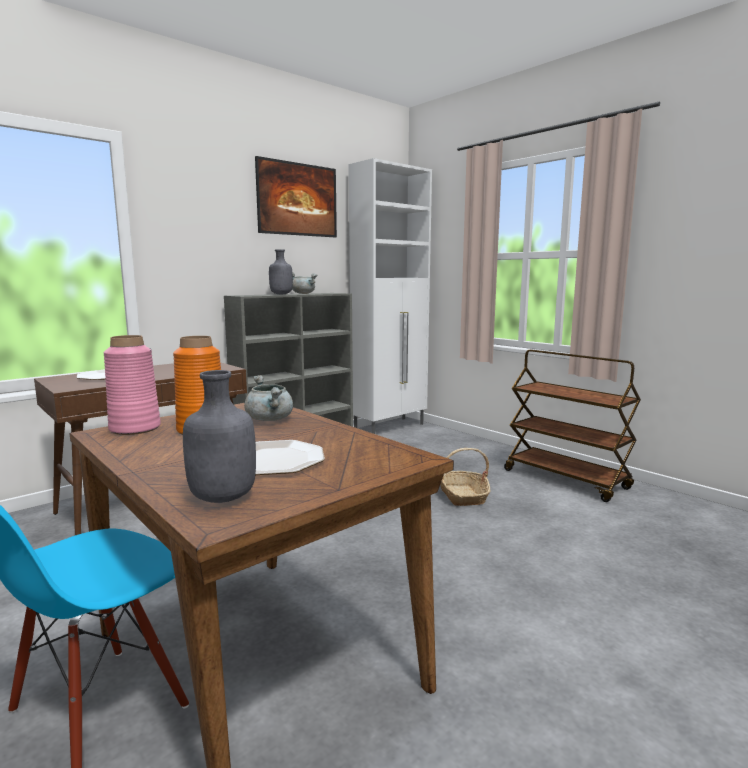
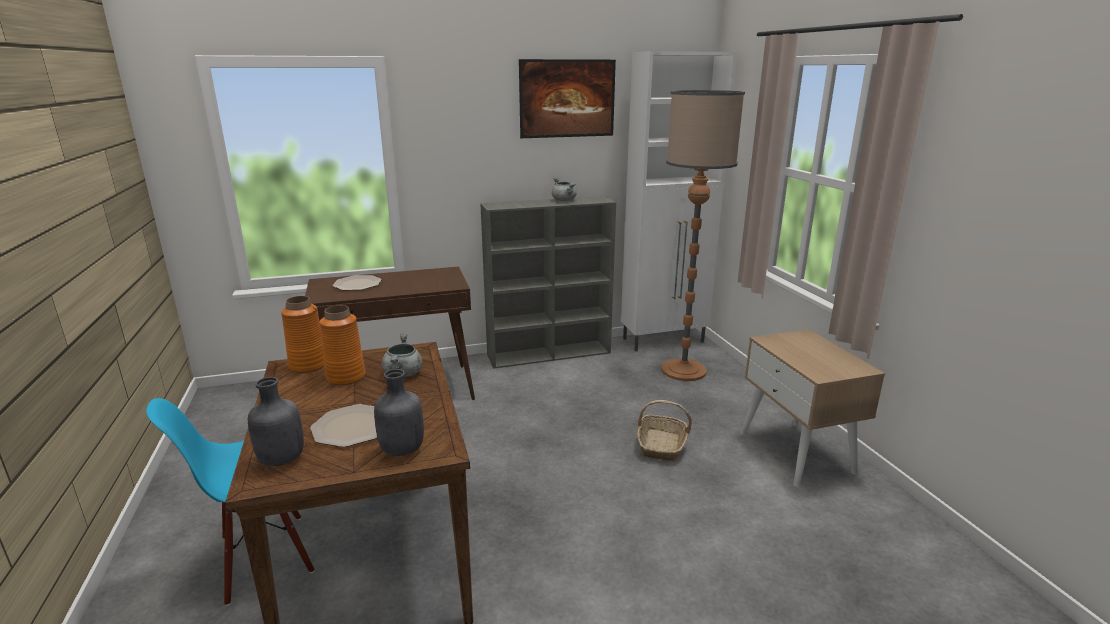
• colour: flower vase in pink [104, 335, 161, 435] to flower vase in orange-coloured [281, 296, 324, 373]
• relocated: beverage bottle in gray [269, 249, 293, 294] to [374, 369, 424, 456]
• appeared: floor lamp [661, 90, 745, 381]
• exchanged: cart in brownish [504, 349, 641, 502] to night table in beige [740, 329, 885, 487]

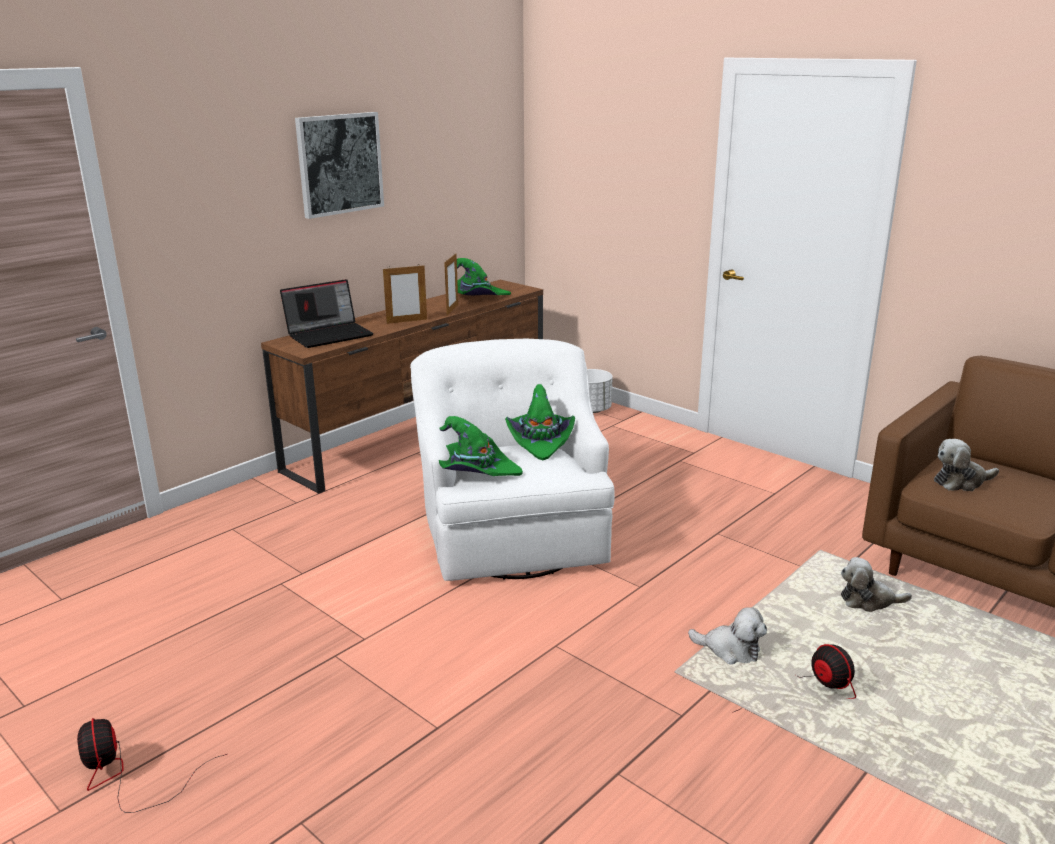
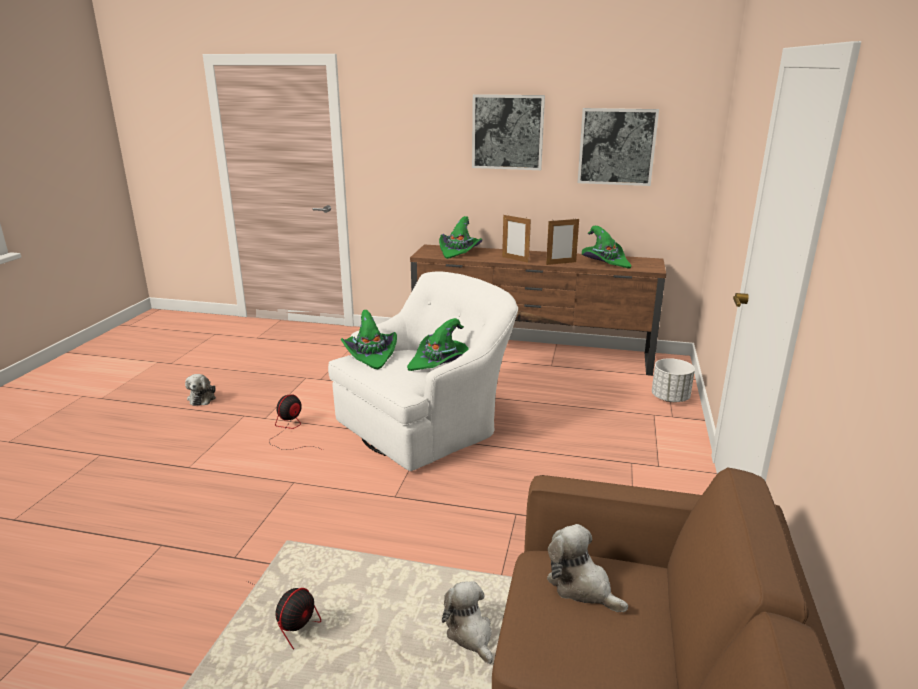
• relocated: cuddly toy [688, 607, 767, 664] to [185, 374, 216, 406]
• relocated: cooling fan [77, 718, 227, 813] to [269, 394, 323, 450]
• exchanged: laptop [280, 279, 374, 348] to clothing hat in greenish [439, 216, 482, 259]
• appeared: wall picture [578, 108, 659, 186]

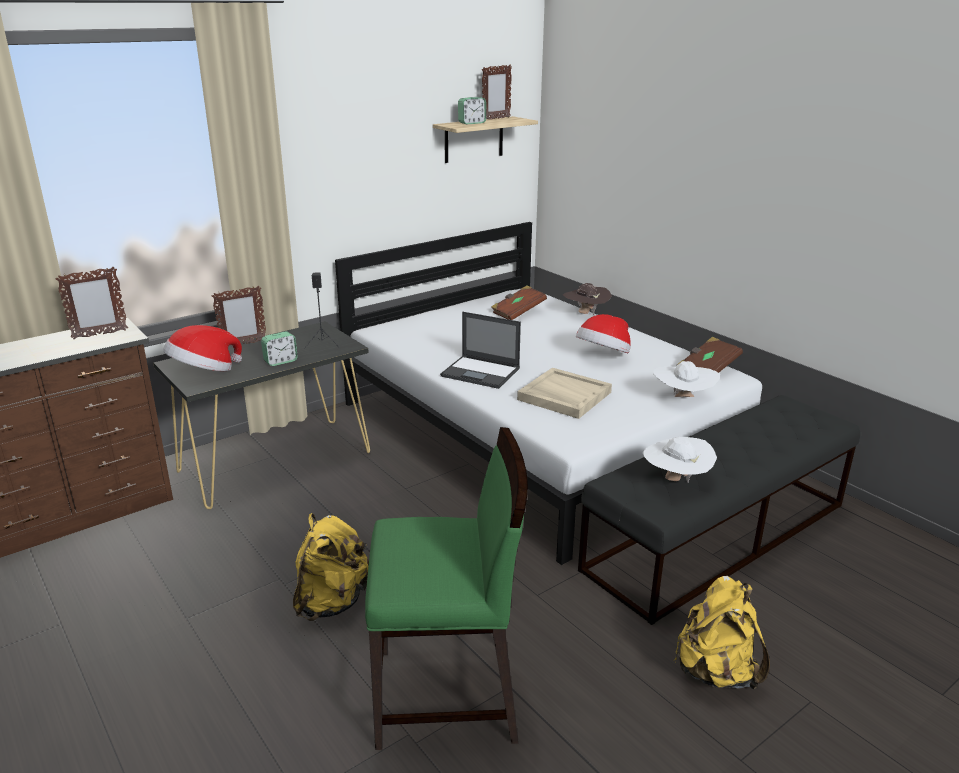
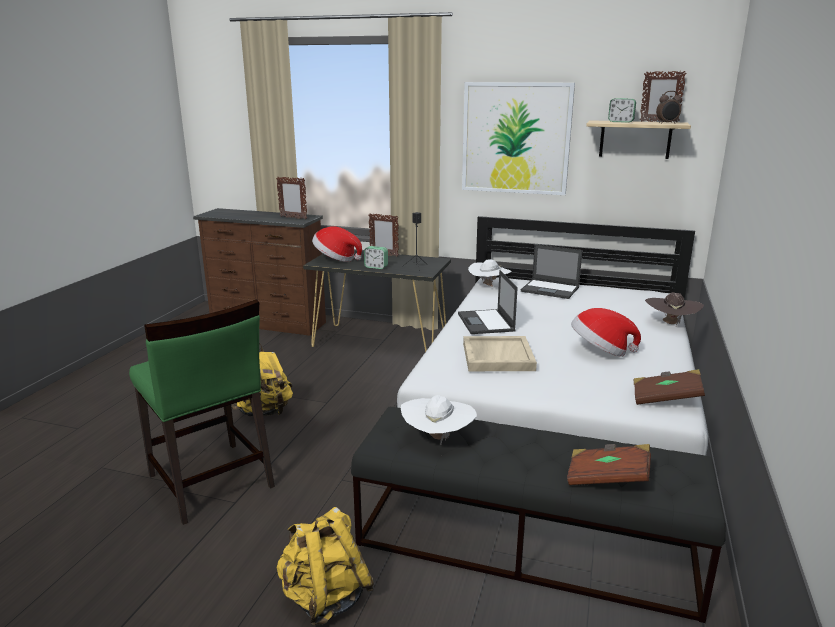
• appeared: wall picture [462, 82, 575, 195]
• relocated: clothing hat in white [653, 361, 720, 397] to [468, 259, 511, 287]
• appeared: laptop [521, 244, 583, 299]
• relocated: bound book in brownish [491, 285, 547, 320] to [567, 444, 651, 485]
• appeared: bedside clock [656, 91, 682, 124]

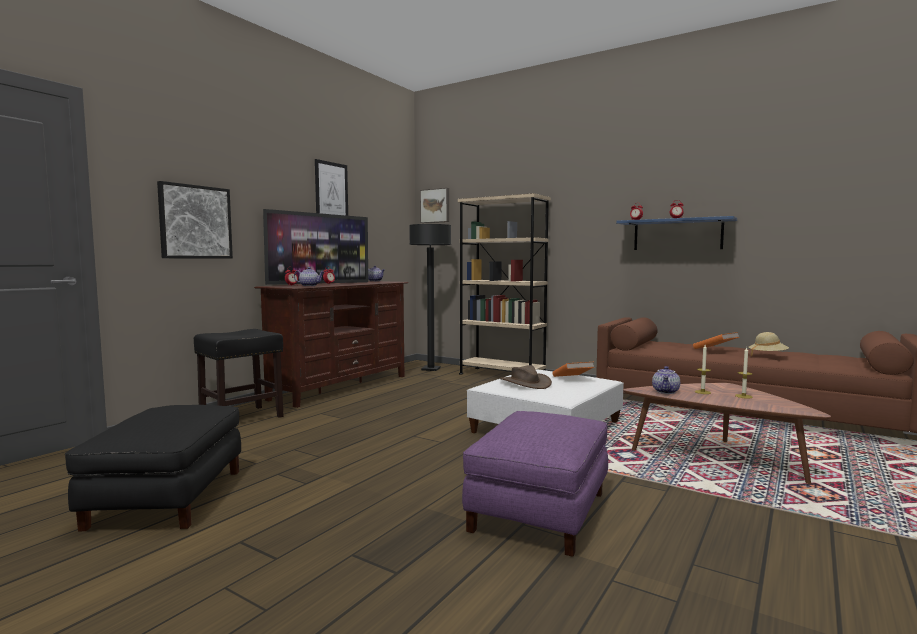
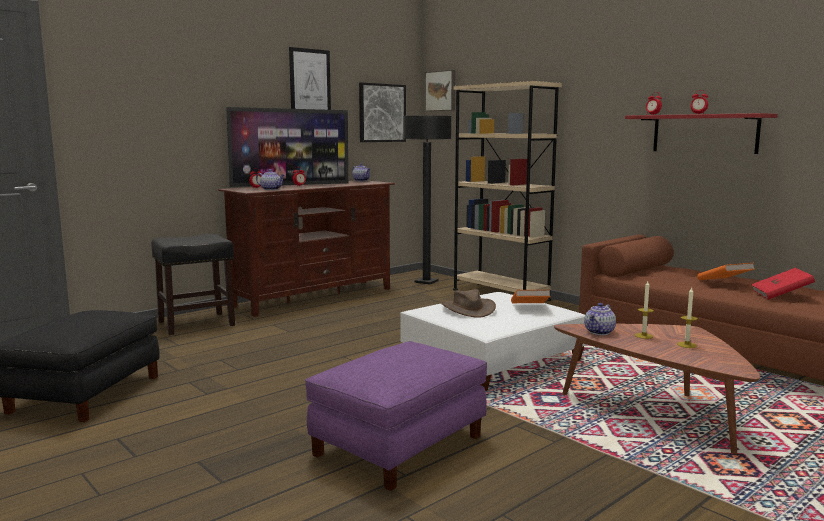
• relocated: wall picture [157, 181, 233, 259] to [359, 82, 406, 142]
• colour: shelf in blue-coloured [616, 216, 737, 250] to shelf in reddish [625, 113, 778, 154]
• exchanged: clothing hat in beige [749, 332, 789, 356] to bound book in reddish [751, 268, 815, 300]

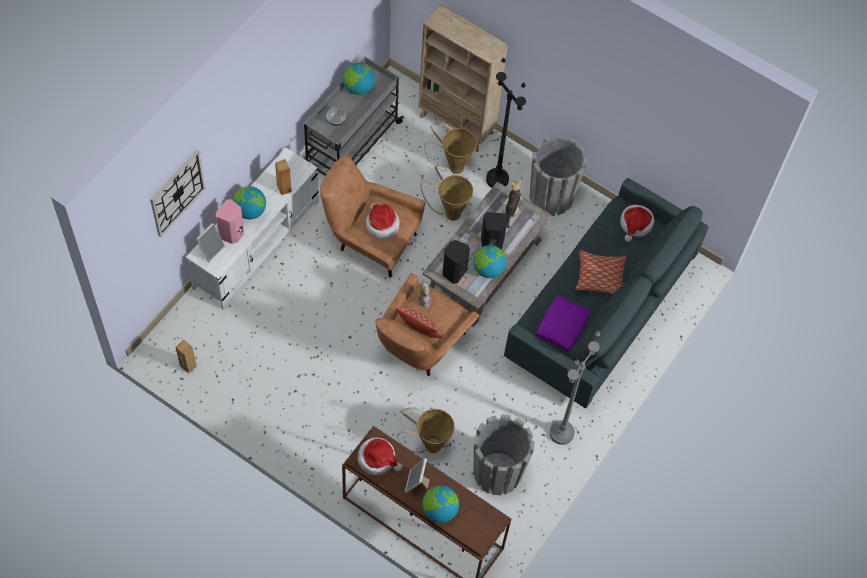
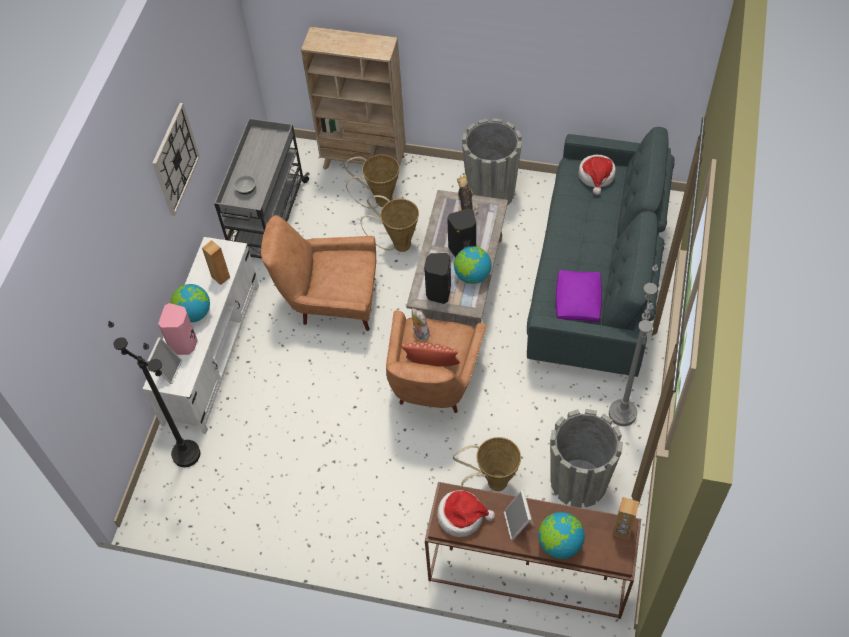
• relocated: floor lamp in blackish [486, 58, 526, 188] to [108, 321, 200, 467]
• relocated: wall clock [150, 150, 205, 237] to [152, 103, 200, 216]
• relocated: loudspeaker in brownish [176, 340, 197, 374] to [613, 497, 639, 540]
• missing: desk globe [343, 63, 375, 95]
• missing: clothing hat [366, 203, 400, 239]
• missing: cushion [575, 251, 626, 294]

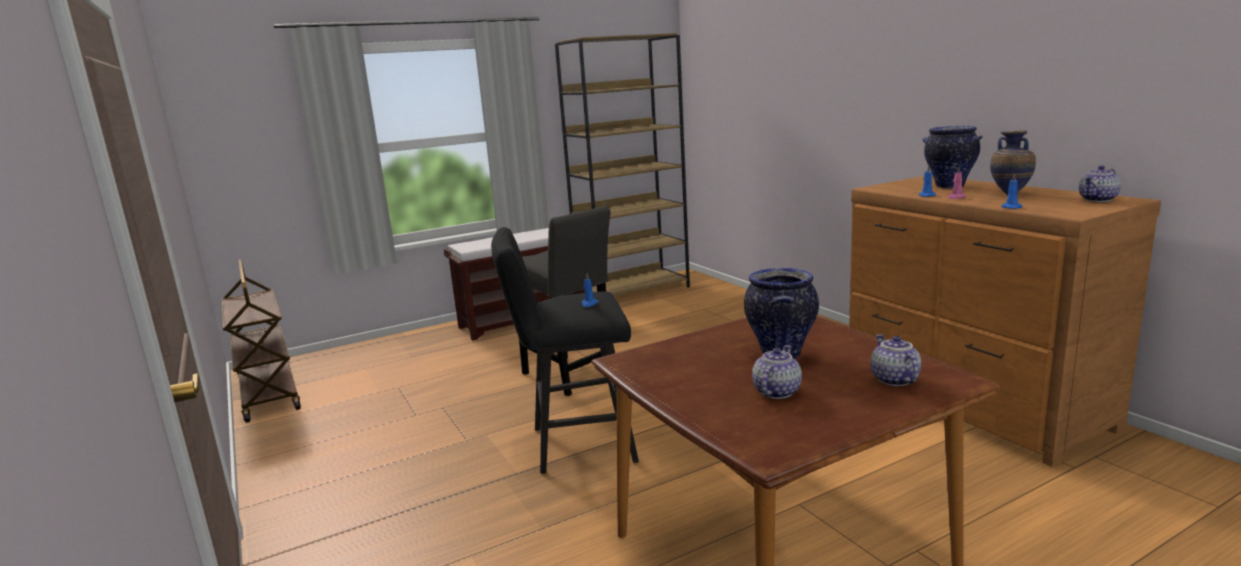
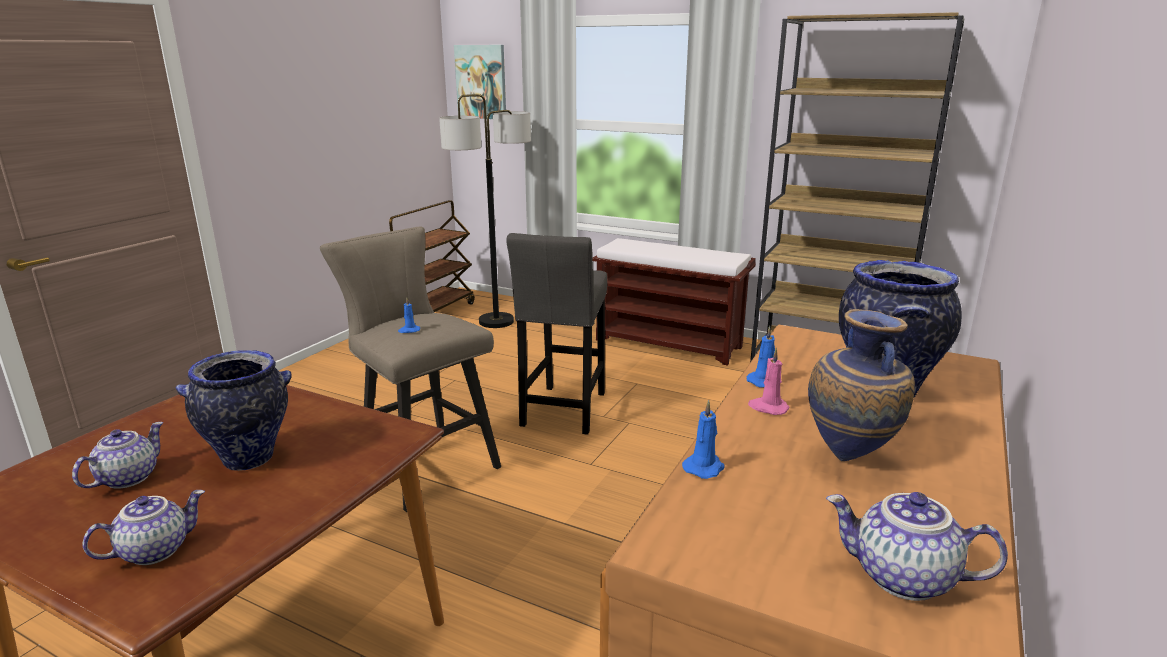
• spun: pot for tea [752, 345, 802, 399] = [72, 422, 163, 489] 60 degrees counterclockwise
• colour: stool seat in blackish [491, 227, 639, 474] to stool seat in beige [320, 226, 501, 512]
• appeared: floor lamp [439, 94, 531, 328]
• appeared: wall picture [454, 45, 506, 119]

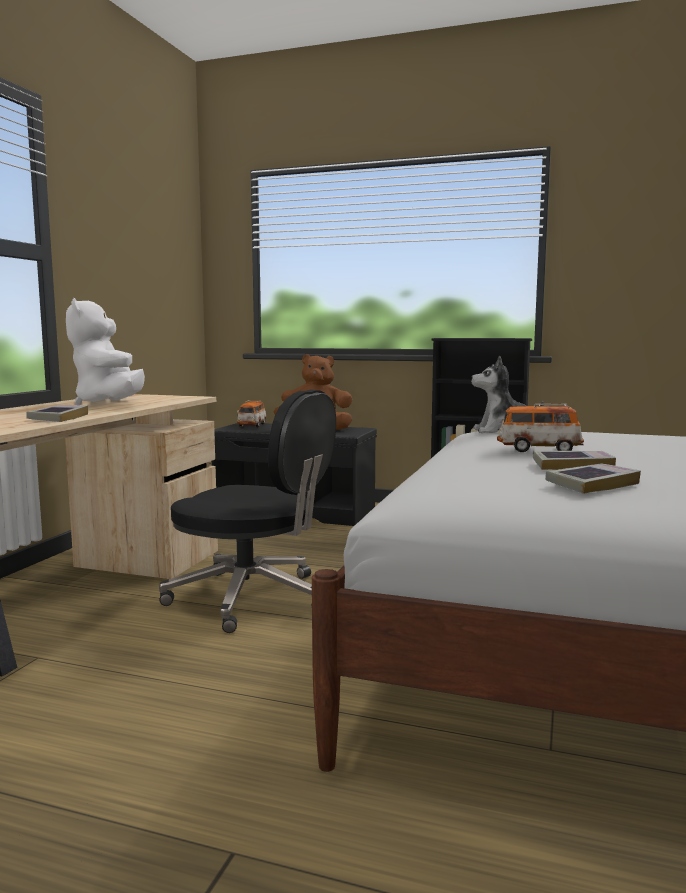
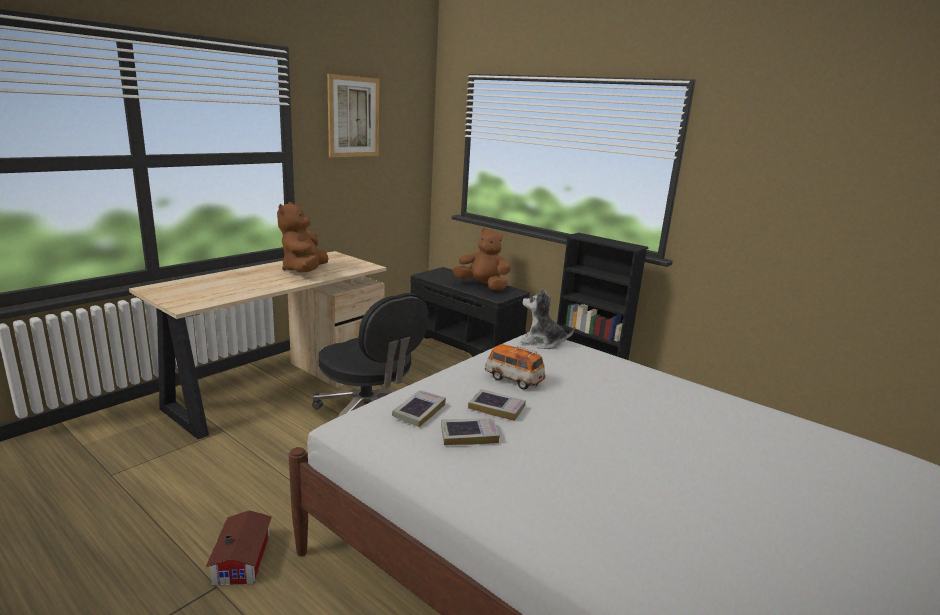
• appeared: toy house [206, 510, 272, 585]
• colour: cuddly toy in white [66, 298, 145, 405] to cuddly toy in brownish [277, 202, 329, 272]
• appeared: wall picture [327, 74, 379, 157]
• relocated: bound book [26, 405, 88, 422] to [392, 390, 446, 427]
• missing: miniature car [237, 400, 267, 427]

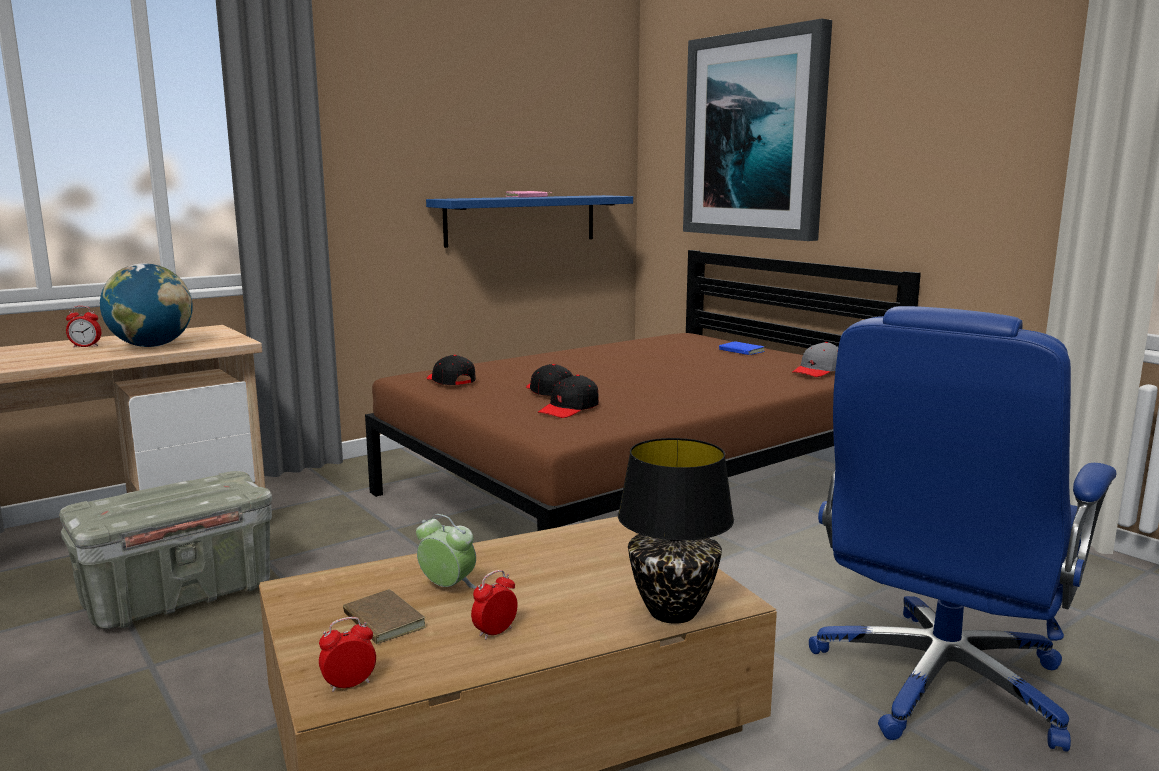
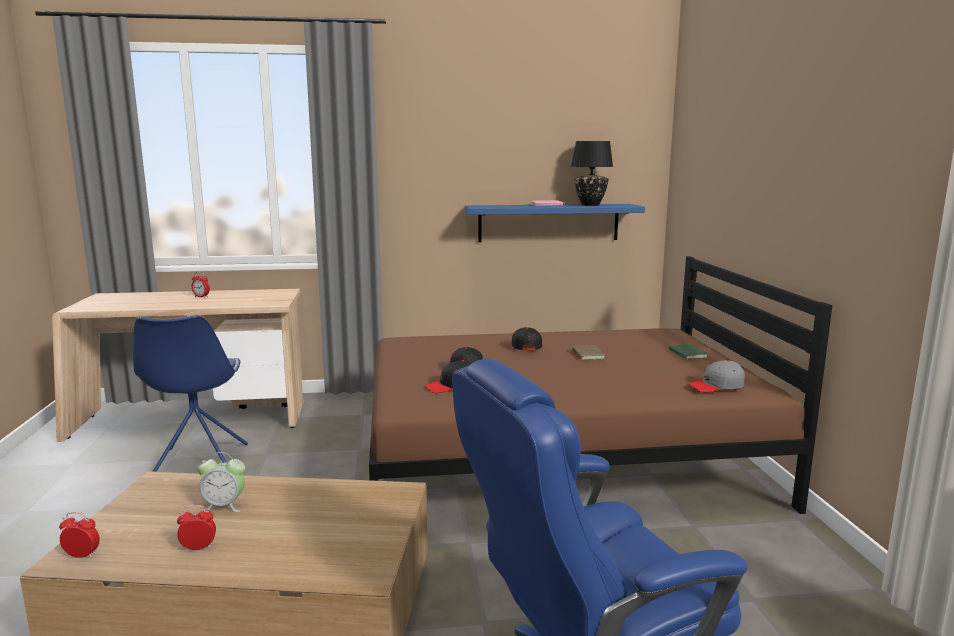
• exchanged: storage container in gray [59, 471, 272, 629] to plain chair in blue-coloured [133, 315, 248, 472]
• spun: bedside clock [416, 514, 477, 589] = [198, 452, 245, 512] 120 degrees clockwise
• relocated: cap in blackish [427, 355, 476, 385] to [511, 327, 542, 350]
• relocated: lamp for a table in blackish [618, 438, 734, 624] to [571, 141, 613, 206]
• relocated: bound book in brownish [343, 589, 426, 644] to [572, 345, 605, 360]
• colour: bound book in blue-coloured [719, 341, 765, 355] to bound book in greenish [669, 344, 707, 359]
• missing: desk globe [100, 263, 193, 347]
• missing: wall picture [683, 19, 832, 241]

